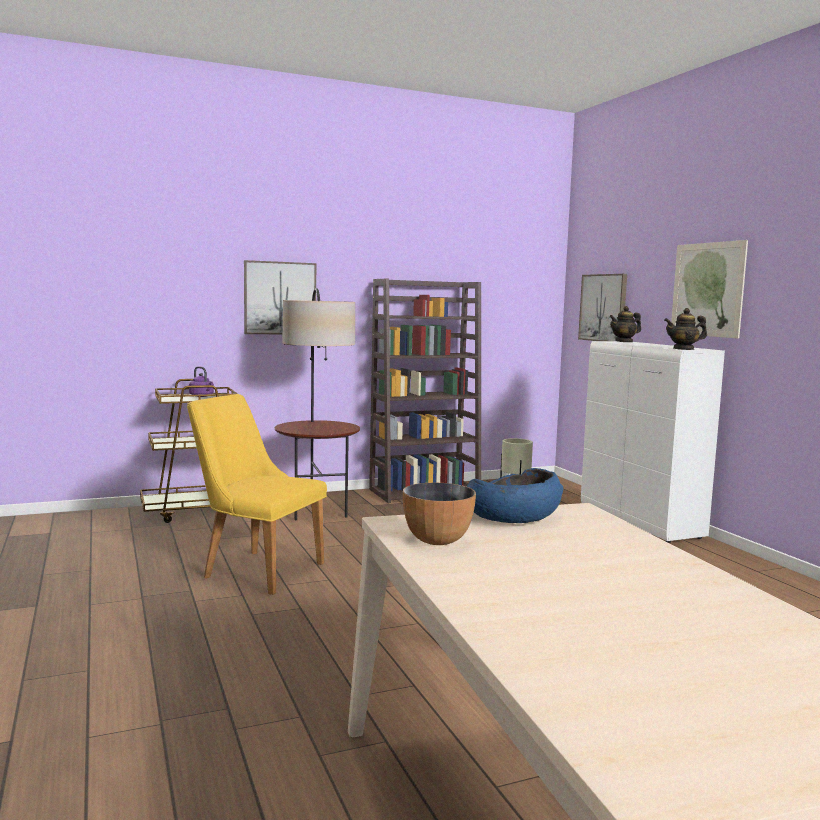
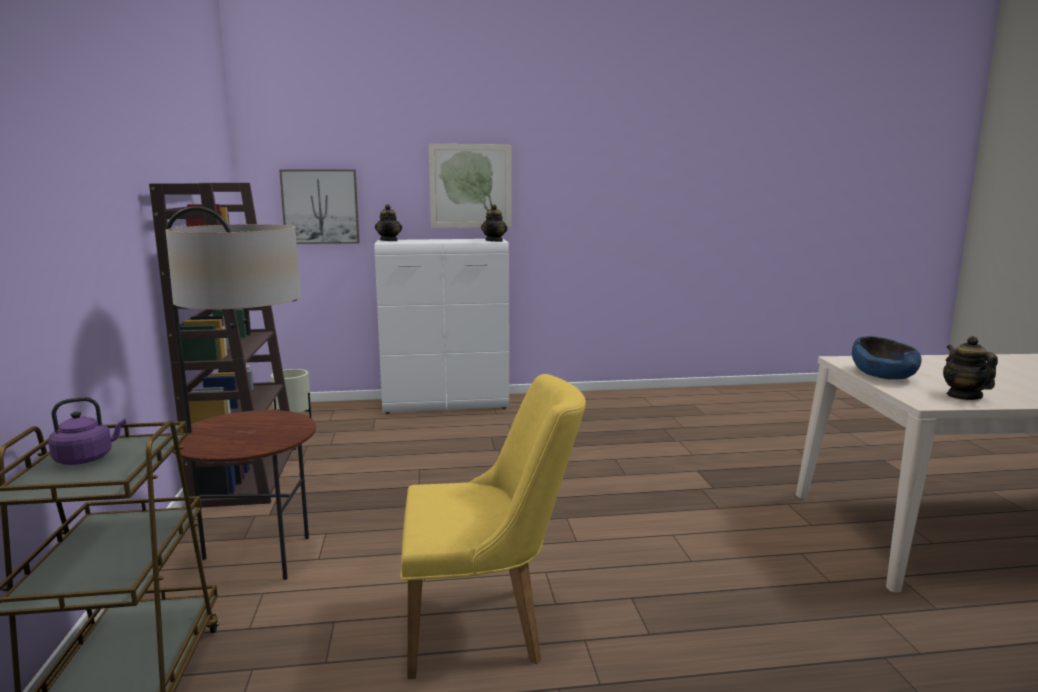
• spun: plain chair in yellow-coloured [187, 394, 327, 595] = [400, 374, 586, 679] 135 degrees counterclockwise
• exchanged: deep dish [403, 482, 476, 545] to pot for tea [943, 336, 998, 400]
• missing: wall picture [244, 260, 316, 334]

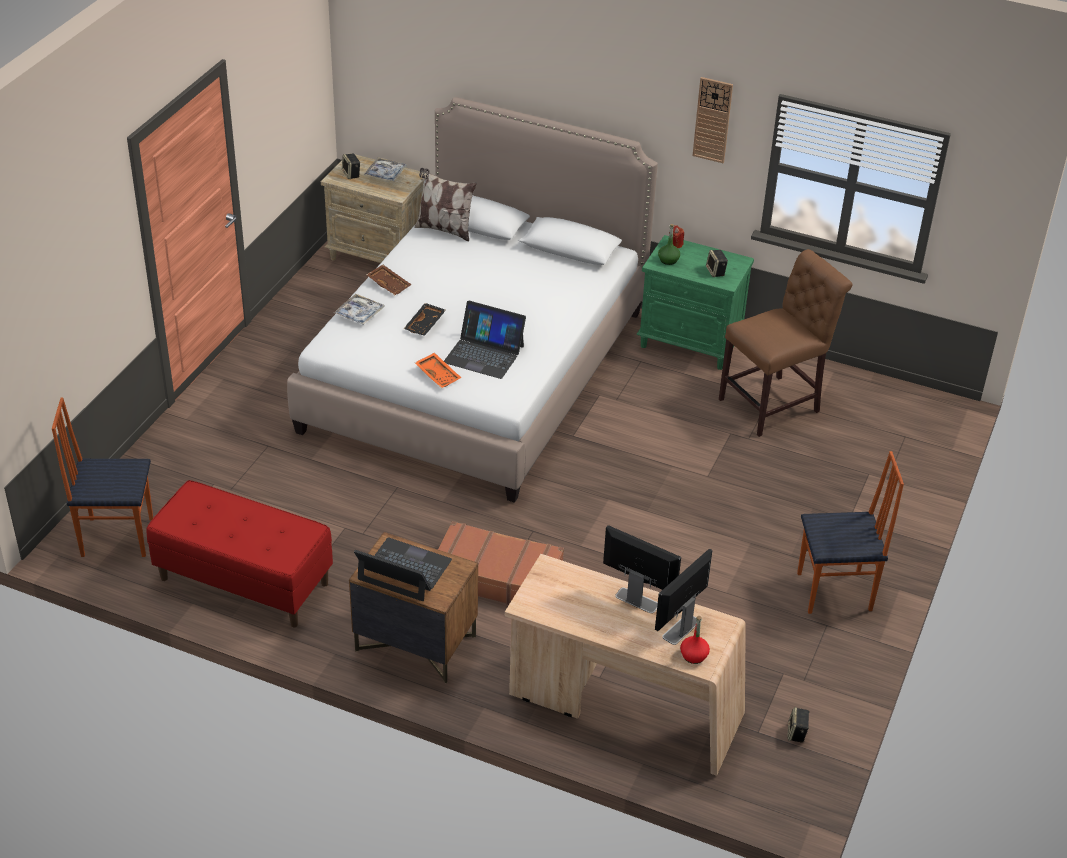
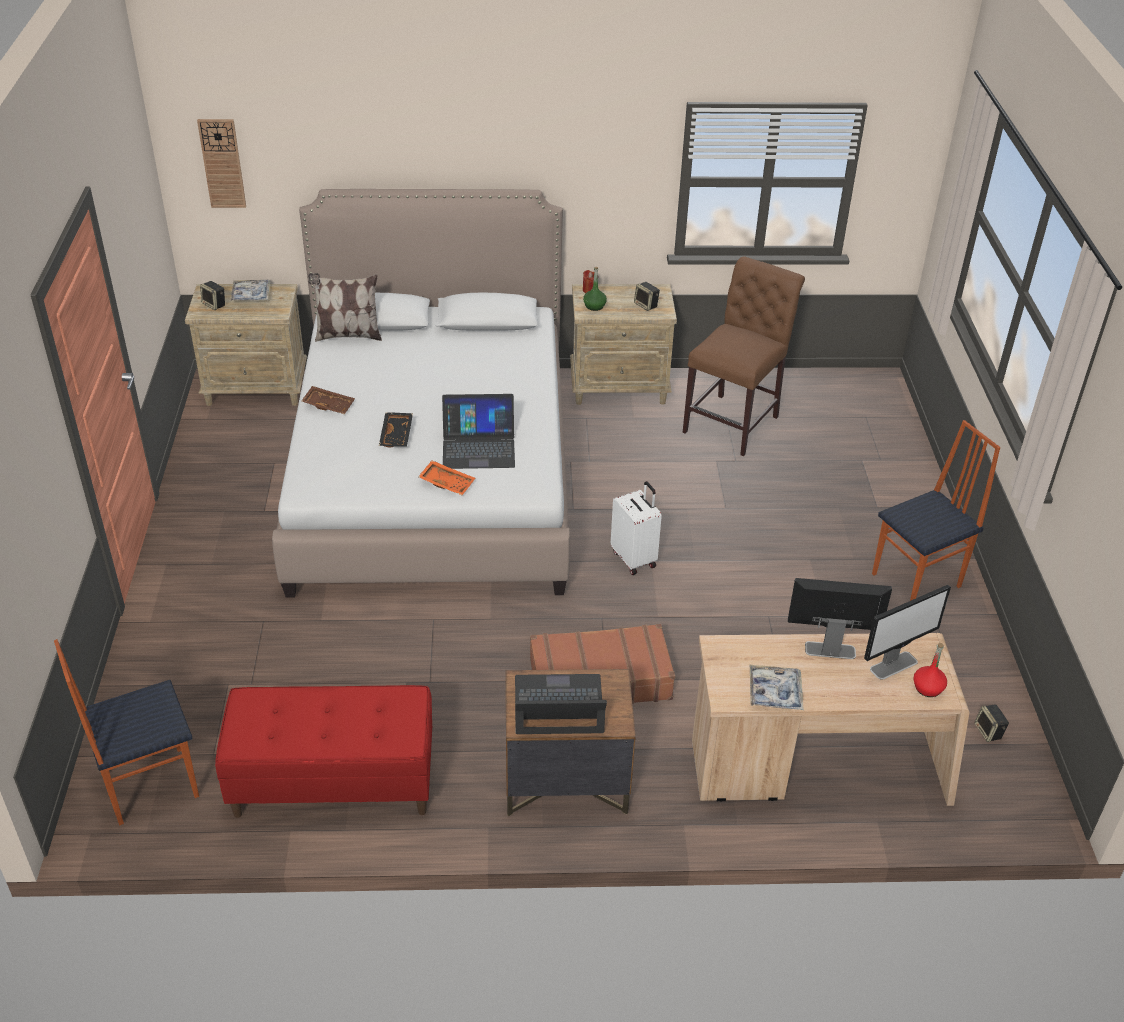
• relocated: wall clock [692, 77, 733, 163] to [197, 119, 246, 208]
• colour: night table in greenish [636, 235, 754, 370] to night table in beige [570, 284, 677, 405]
• appeared: piece of luggage in white [611, 481, 662, 575]
• relocated: serving tray [334, 294, 384, 325] to [750, 665, 804, 710]
• spun: computer display [655, 549, 712, 645] = [864, 585, 951, 680] 135 degrees counterclockwise

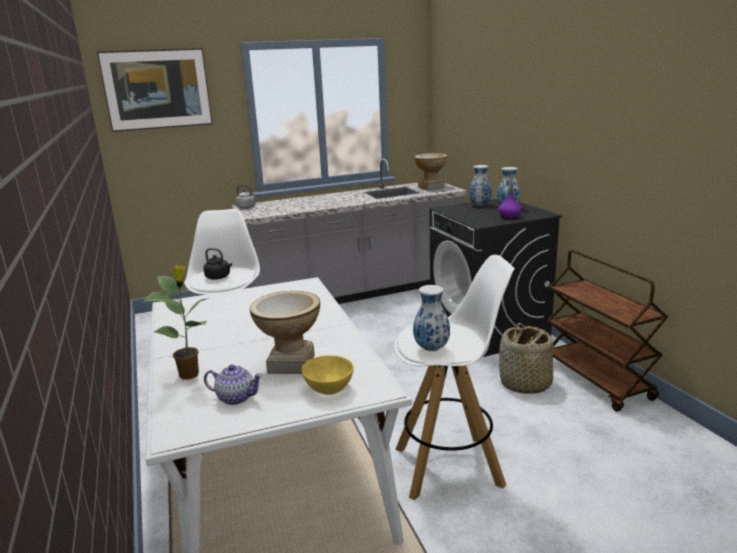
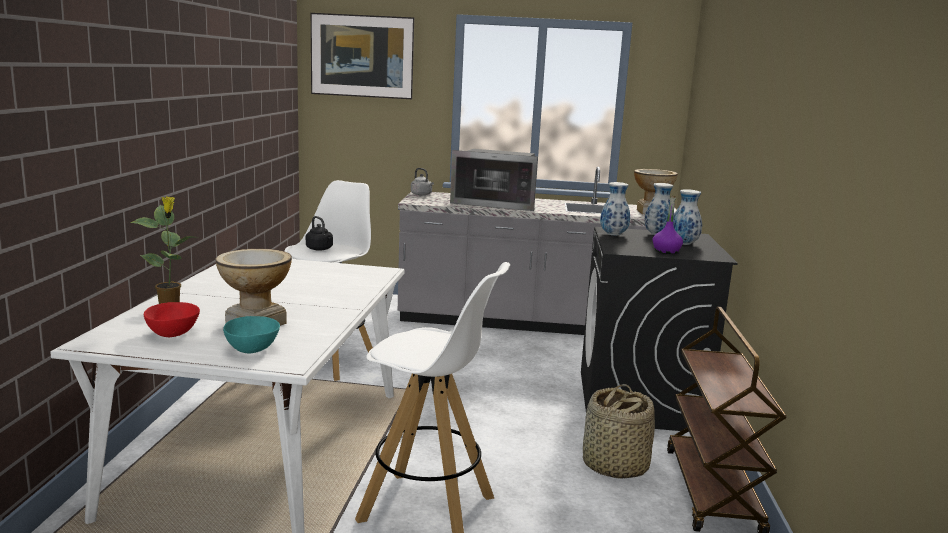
• exchanged: pot for tea [204, 365, 263, 405] to deep dish in reddish [144, 302, 200, 337]
• colour: deep dish in yellow-coloured [301, 355, 354, 395] to deep dish in blue-green [223, 316, 280, 353]
• appeared: kitchen microwave [450, 149, 538, 211]
• relocated: flower vase [413, 285, 450, 351] to [600, 182, 630, 236]

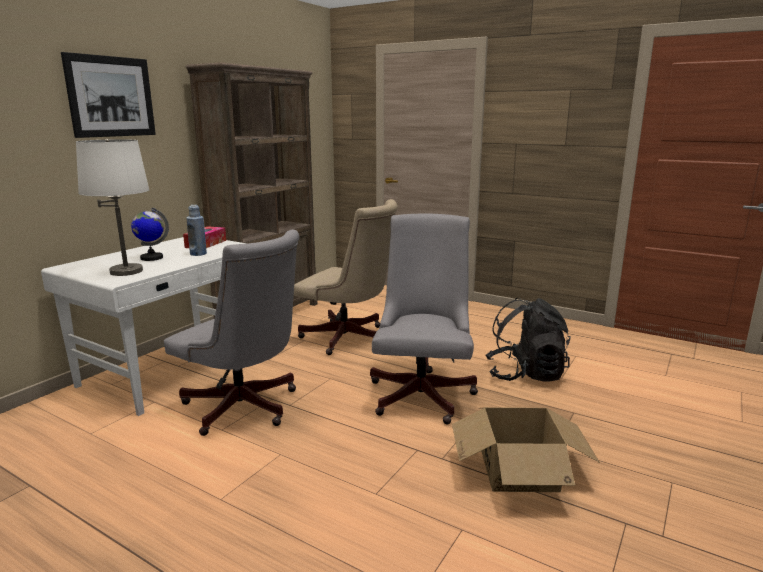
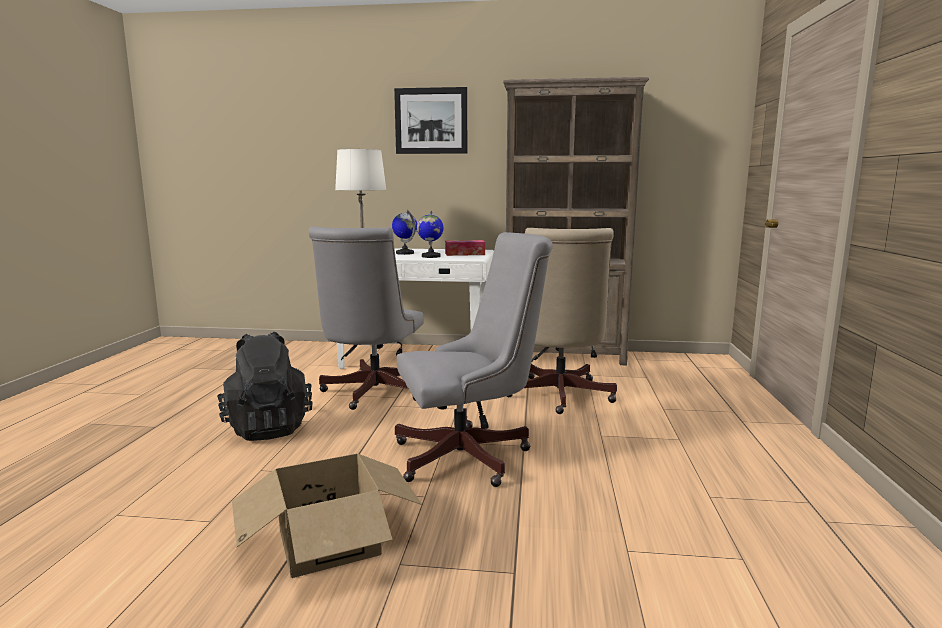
• relocated: knapsack in blackish [485, 298, 571, 382] to [217, 332, 313, 441]
• exchanged: beverage bottle in blue-coloured [186, 205, 207, 256] to desk globe [417, 211, 443, 258]

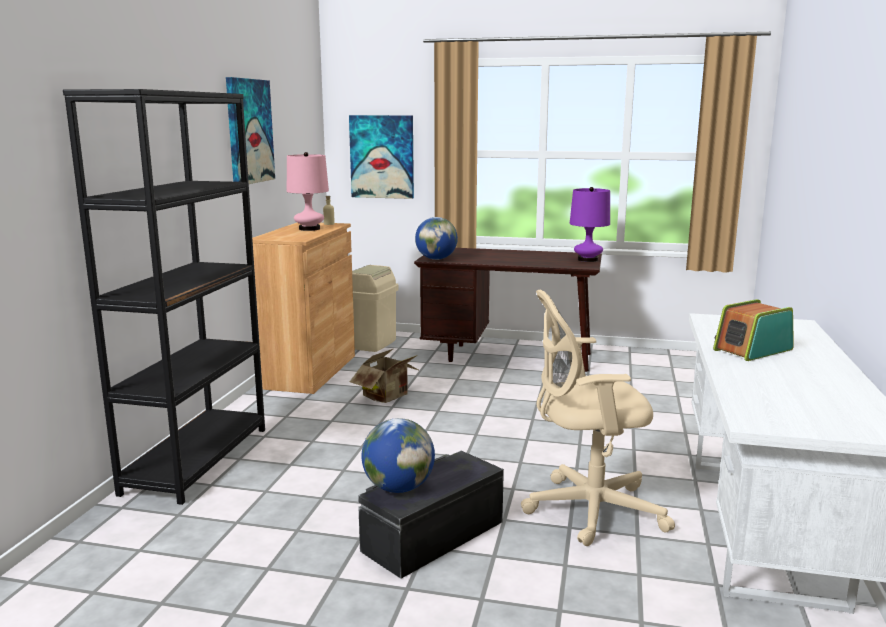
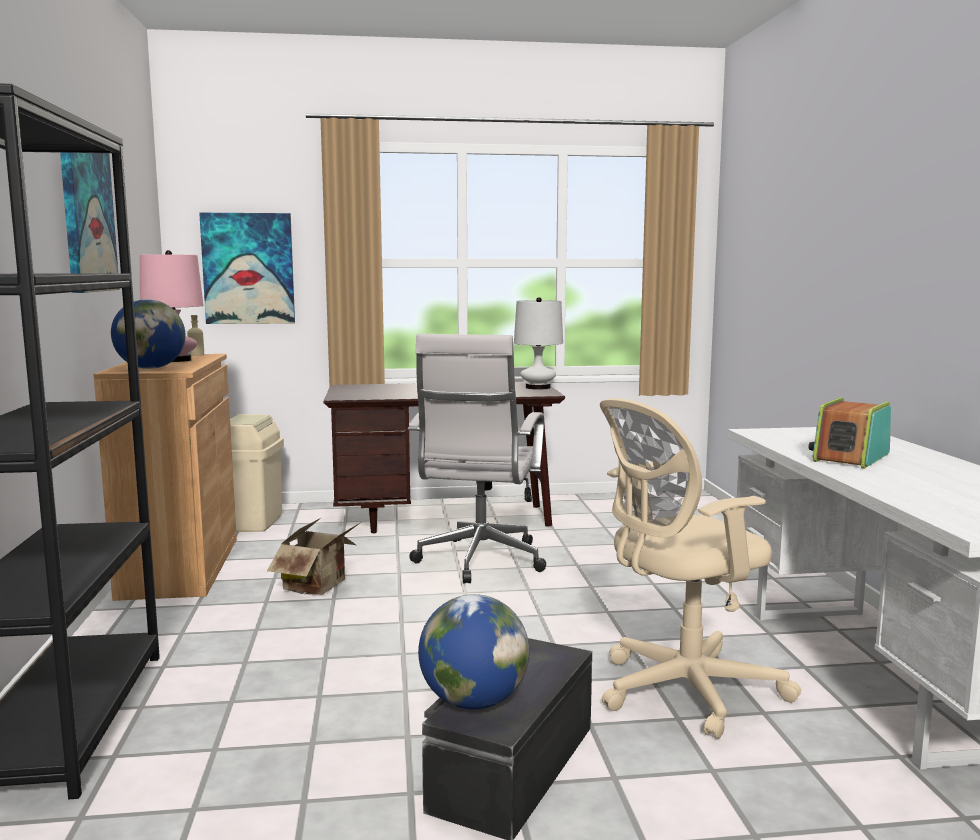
• relocated: desk globe [415, 217, 458, 260] to [111, 299, 186, 369]
• appeared: desk chair in white [408, 333, 546, 584]
• colour: lamp for a table in purple-coloured [570, 187, 610, 262] to lamp for a table in white [514, 297, 563, 390]

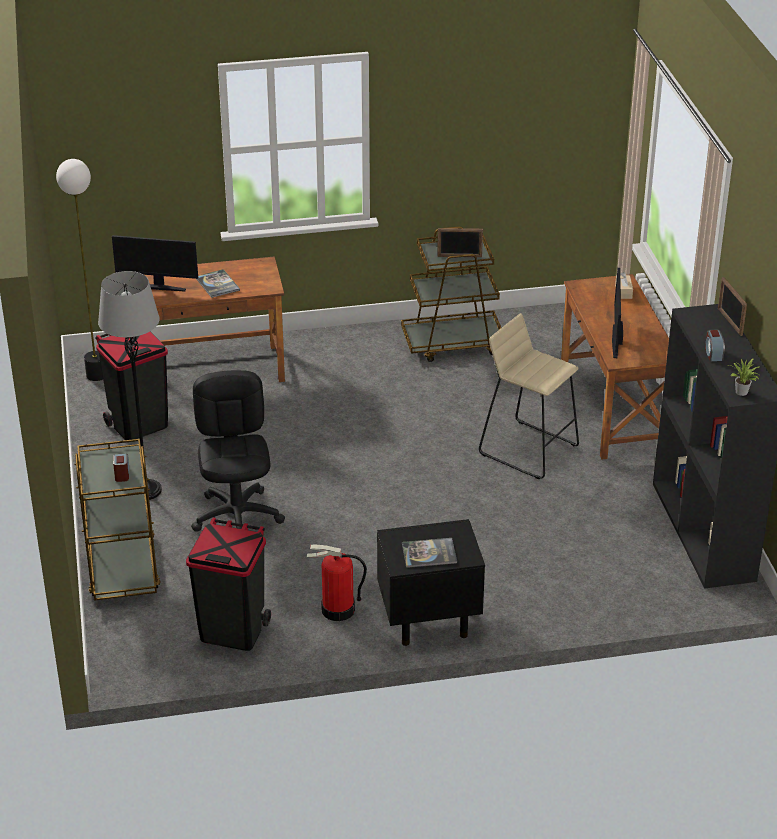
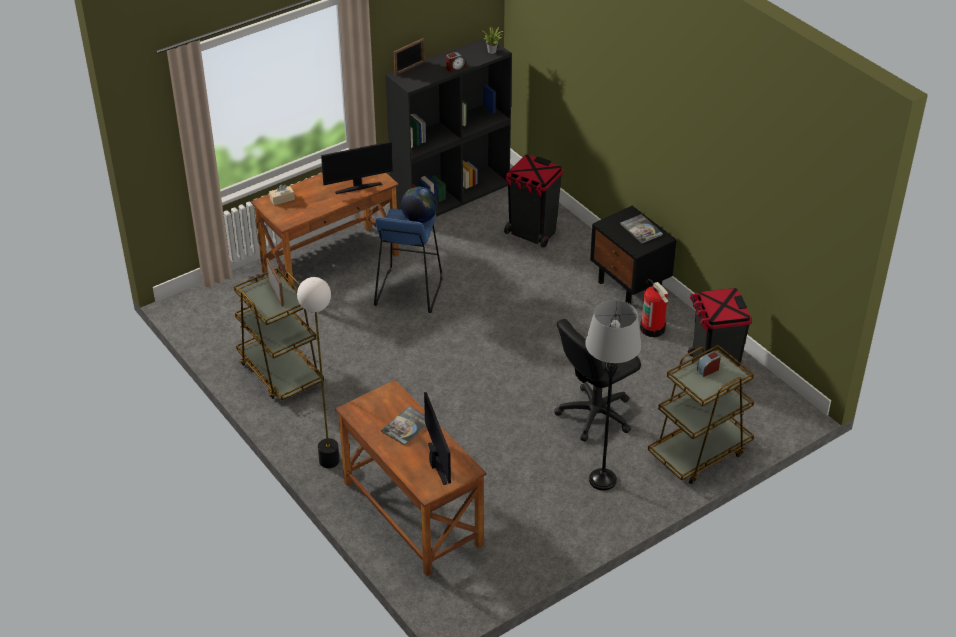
• relocated: floor lamp [56, 159, 103, 381] to [297, 277, 340, 468]
• colour: stool seat in beige [479, 313, 579, 479] to stool seat in blue-coloured [374, 208, 443, 313]
• appeared: desk globe [401, 187, 438, 223]
• relocated: trash can in blackish [95, 332, 168, 440] to [504, 154, 563, 248]

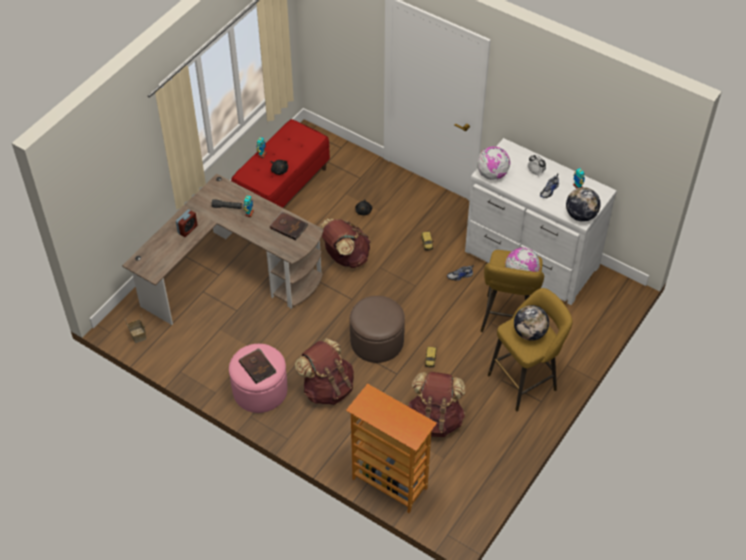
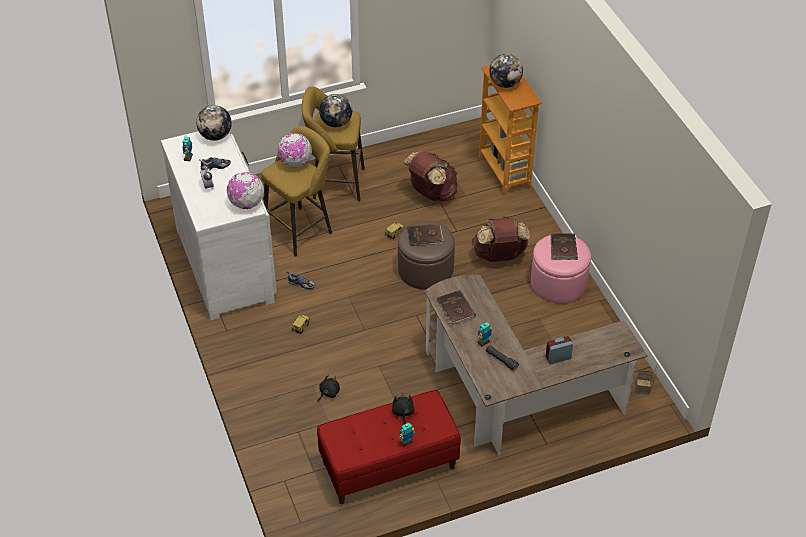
• appeared: bound book in brownish [407, 224, 444, 246]
• appeared: desk globe [489, 54, 523, 88]
• missing: knapsack in brownish [318, 219, 371, 268]

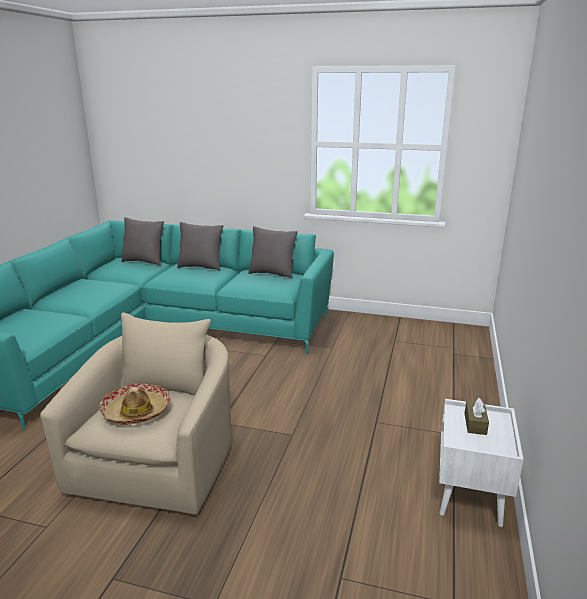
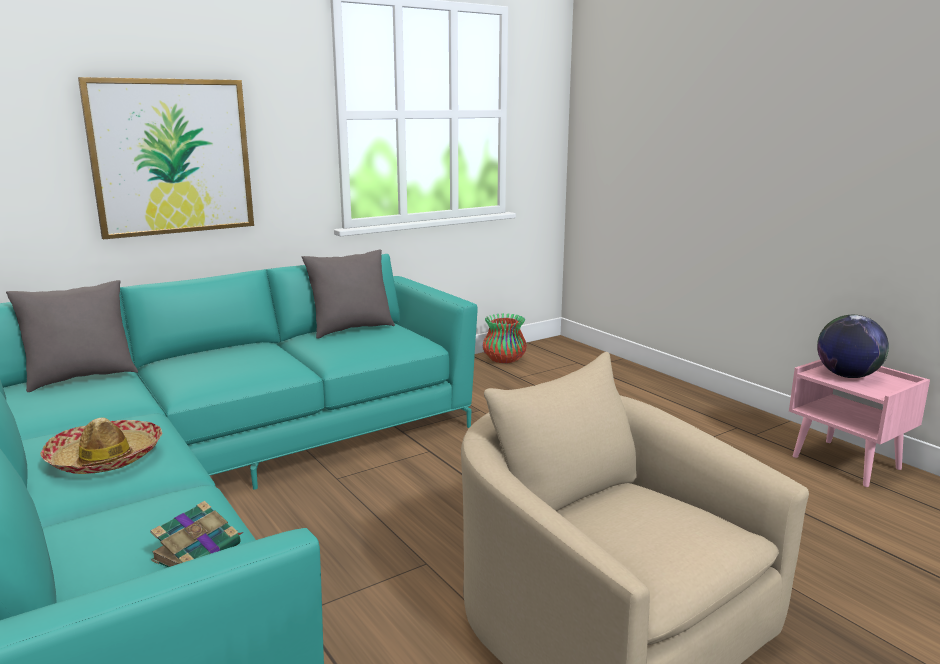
• relocated: clothing hat [99, 383, 170, 425] to [40, 418, 162, 474]
• appeared: wall picture [78, 77, 254, 239]
• appeared: bound book [150, 501, 243, 567]
• appeared: flower vase [483, 313, 527, 363]
• colour: night table in white [439, 399, 523, 527] to night table in pink [789, 359, 930, 487]
• exchanged: tissue box in brownish [465, 398, 489, 435] to desk globe [817, 315, 889, 378]
• missing: cushion in gray [177, 222, 224, 271]

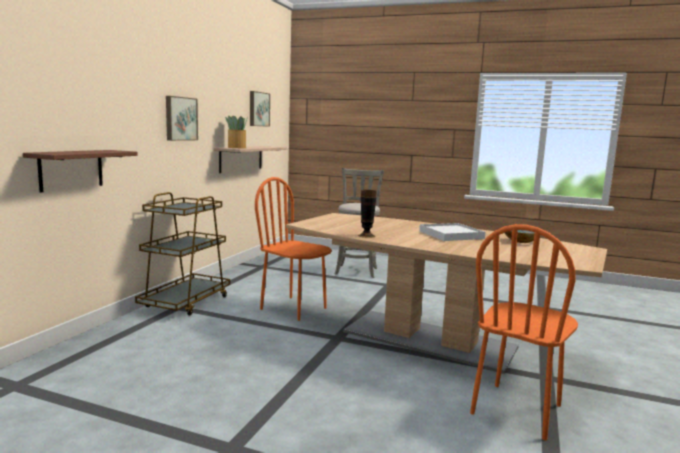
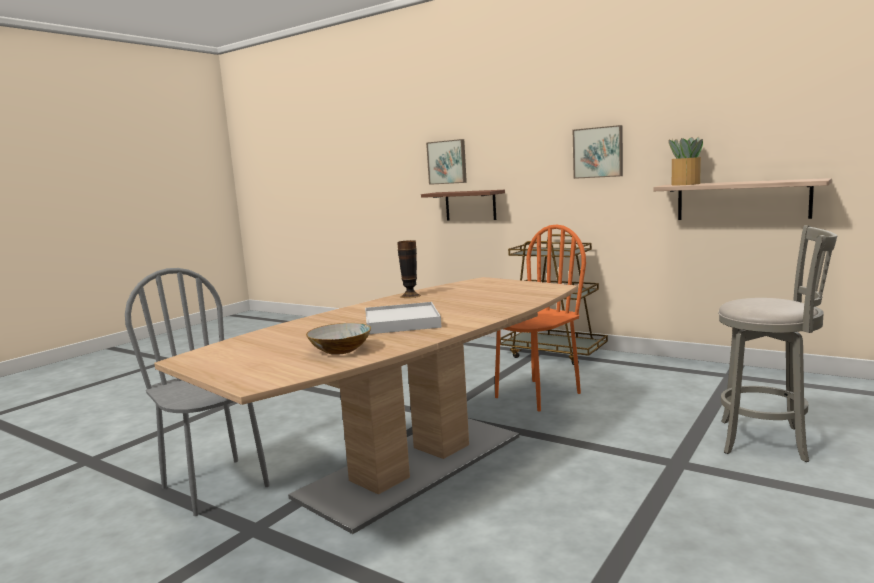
• colour: plain chair in orange-coloured [470, 224, 578, 441] to plain chair in gray [125, 268, 270, 516]
• relocated: wall picture [250, 91, 270, 127] to [426, 139, 467, 185]

